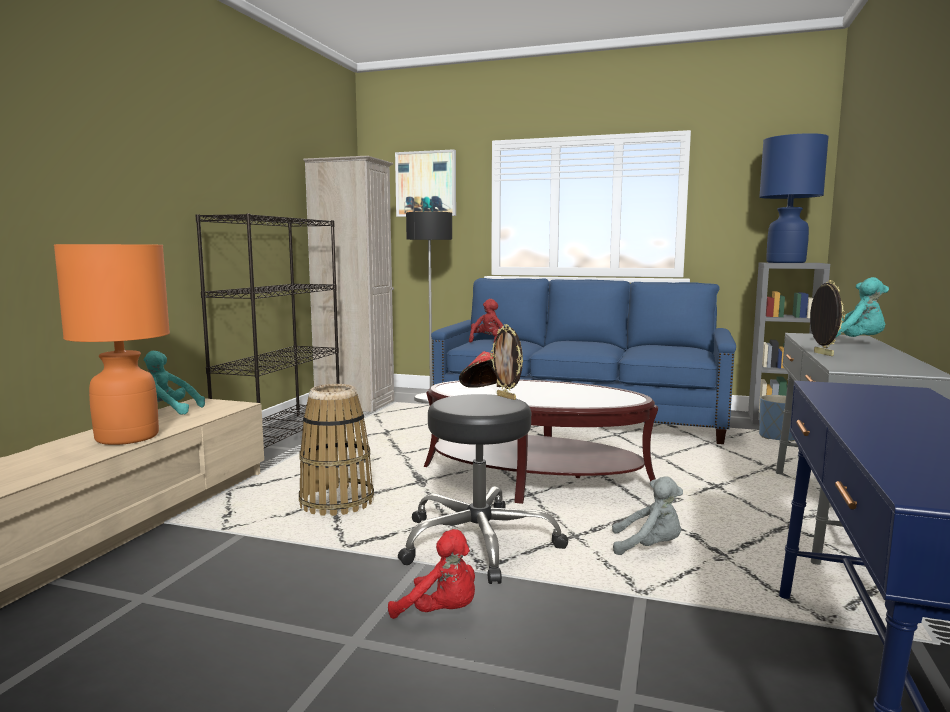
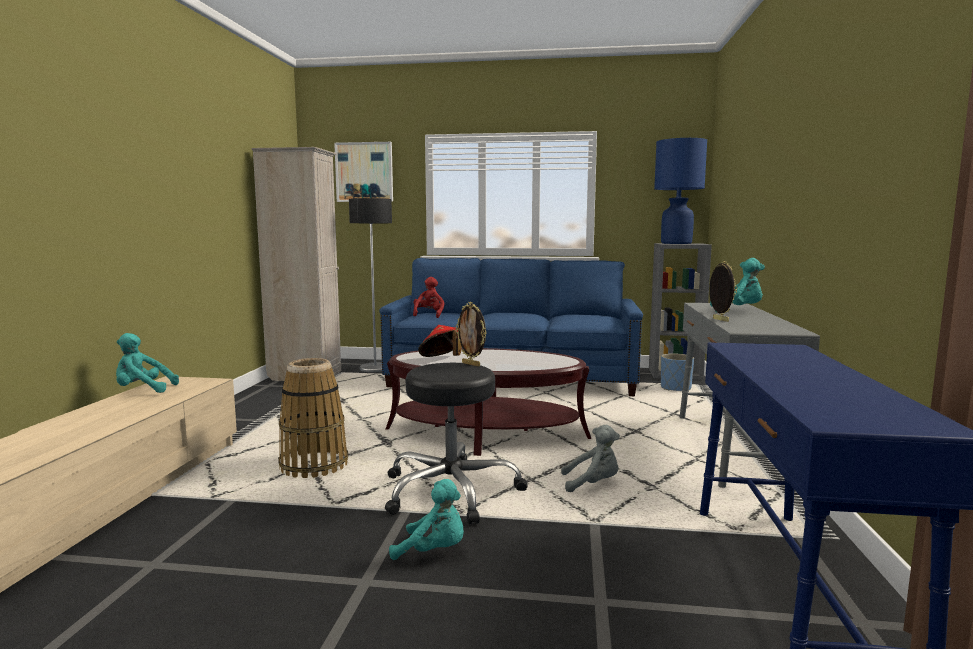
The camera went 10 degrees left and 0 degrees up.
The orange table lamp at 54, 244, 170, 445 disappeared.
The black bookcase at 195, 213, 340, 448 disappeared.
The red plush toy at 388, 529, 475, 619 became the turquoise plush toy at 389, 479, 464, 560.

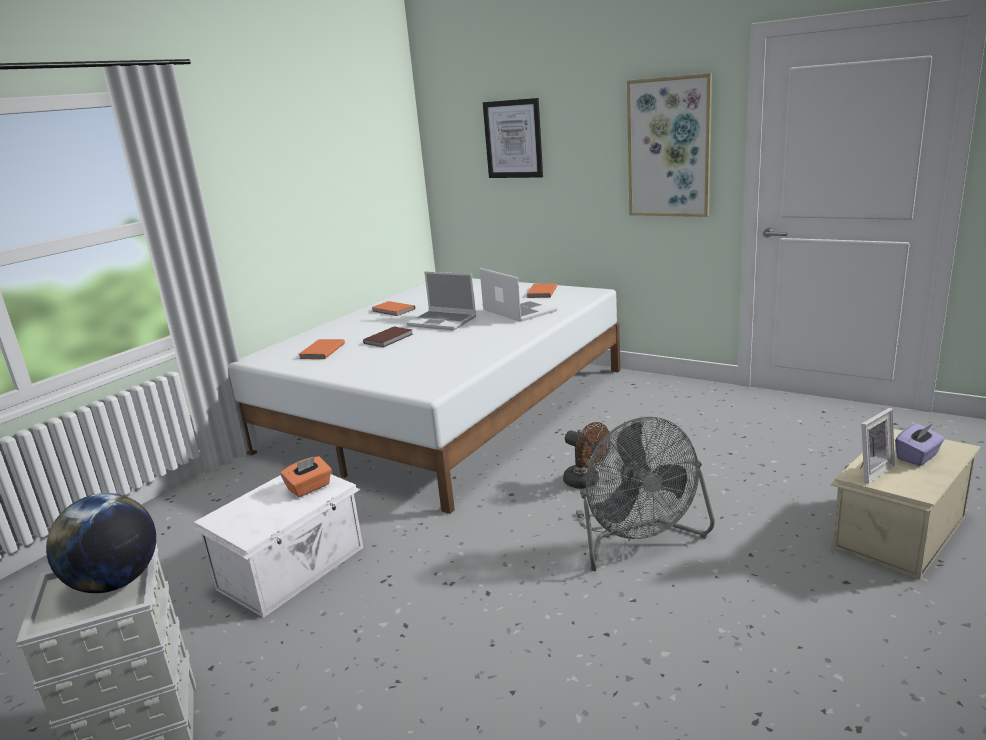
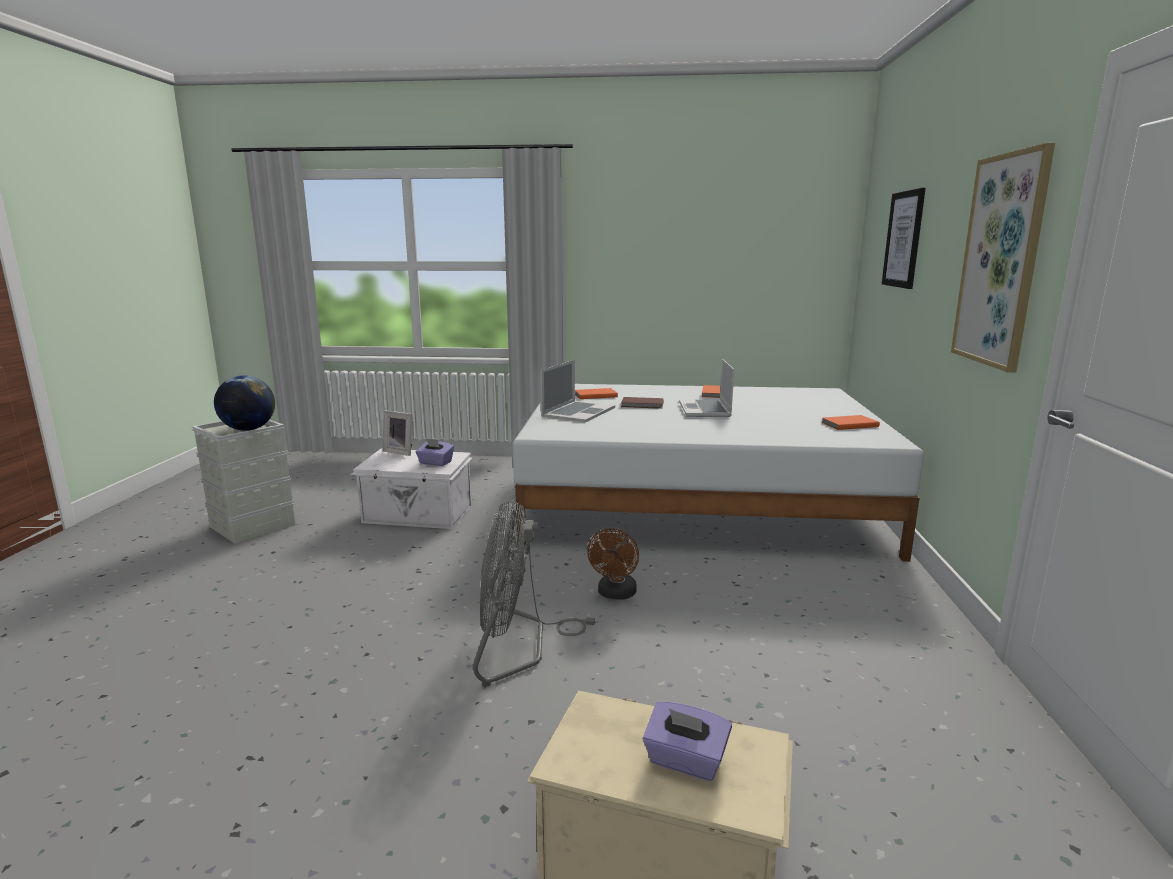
The camera went 60 degrees right and 5 degrees down.
The orange tissue box at 280, 456, 332, 497 became the purple tissue box at 415, 438, 454, 466.
The laptop moved from 480, 268, 557, 322 to 541, 360, 615, 422.
The grey fan at 576, 417, 715, 571 turned 45 degrees clockwise.
The picture frame moved from 860, 408, 895, 484 to 383, 410, 412, 456.

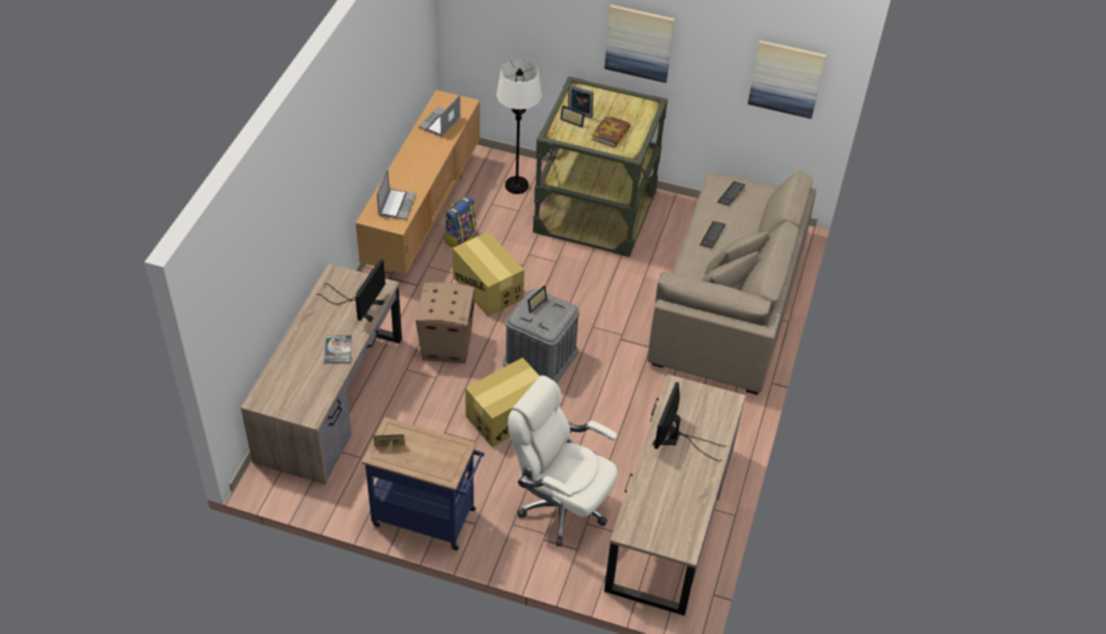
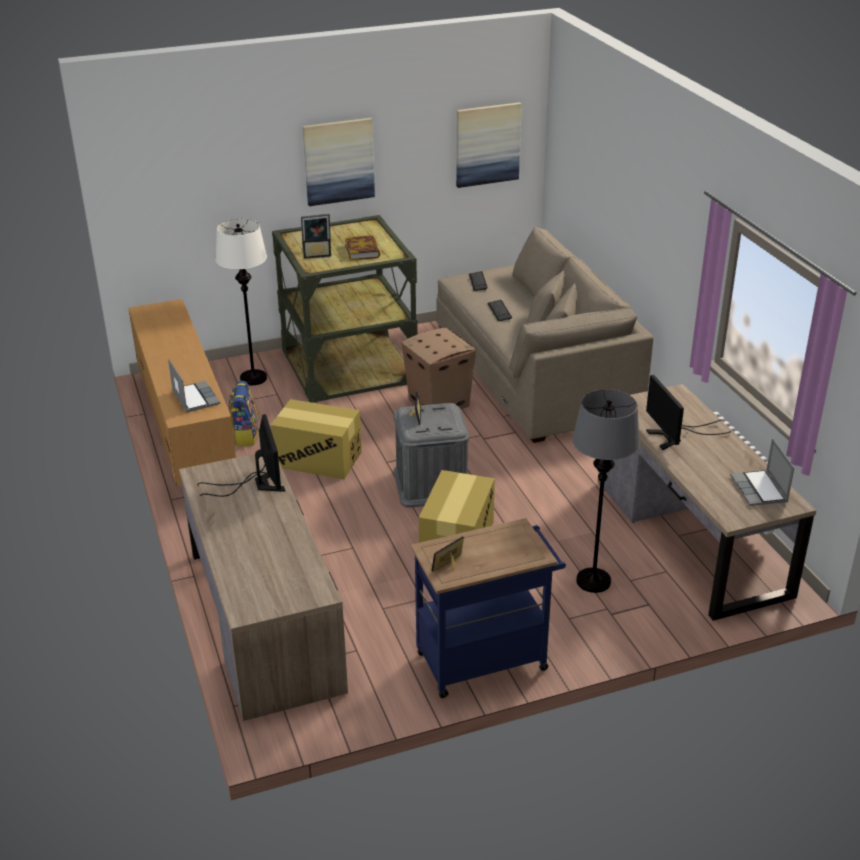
The camera went 35 degrees left and 15 degrees down.
The book at 324, 335, 352, 364 disappeared.
The cardboard box moved from 416, 282, 475, 364 to 401, 328, 476, 409.
The laptop moved from 419, 95, 461, 137 to 730, 438, 794, 506.
The white office chair at 508, 375, 618, 547 was replaced by the grey floor lamp at 572, 389, 640, 593.

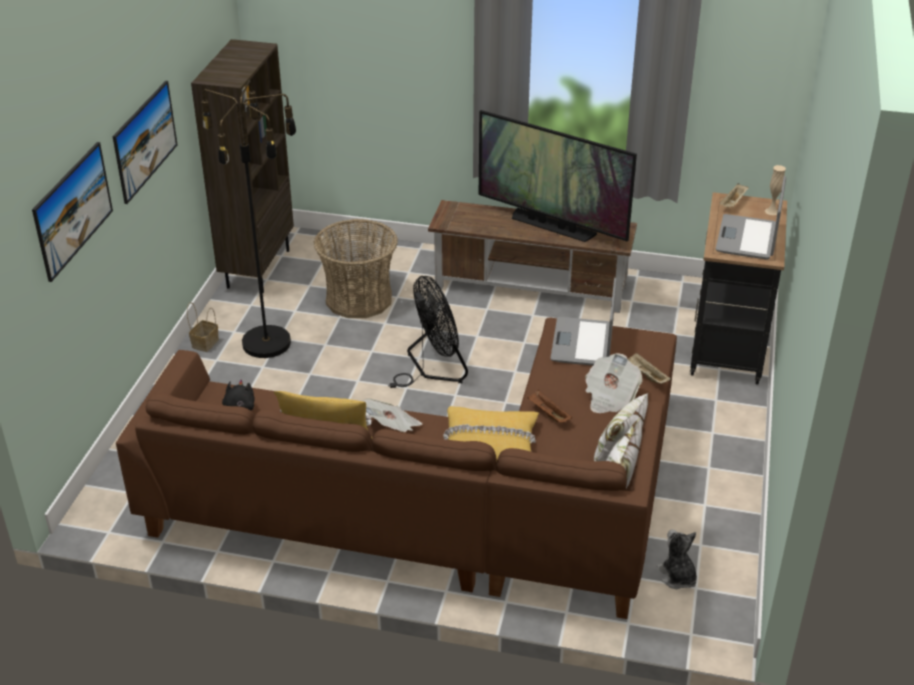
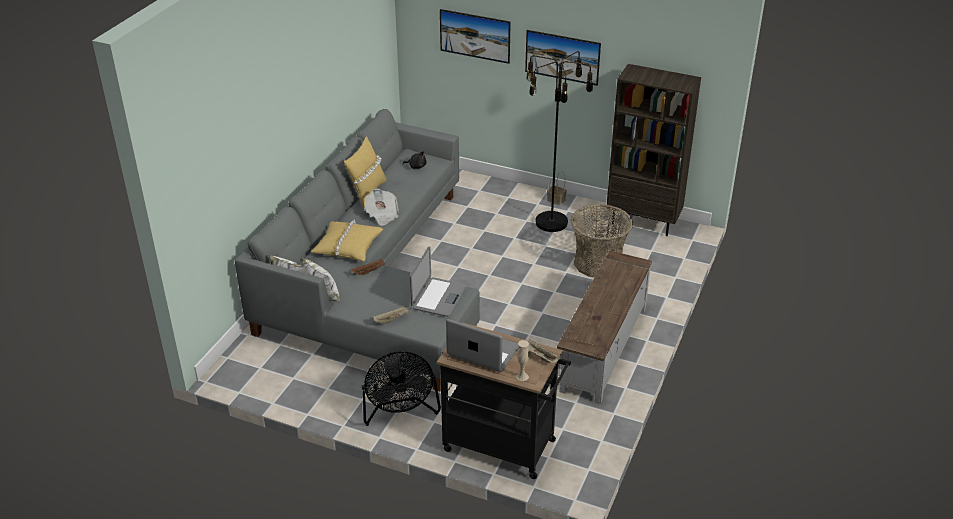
The camera went 100 degrees right and 0 degrees up.
The brown sofa at 116, 317, 677, 619 became the grey sofa at 235, 109, 480, 392.
The black fan moved from 388, 276, 468, 388 to 362, 351, 441, 426.
The television at 479, 110, 637, 242 disappeared.
The laptop at 550, 278, 617, 366 turned 90 degrees clockwise.
The newspaper at 585, 353, 643, 413 disappeared.
The plush toy at 657, 529, 697, 589 disappeared.

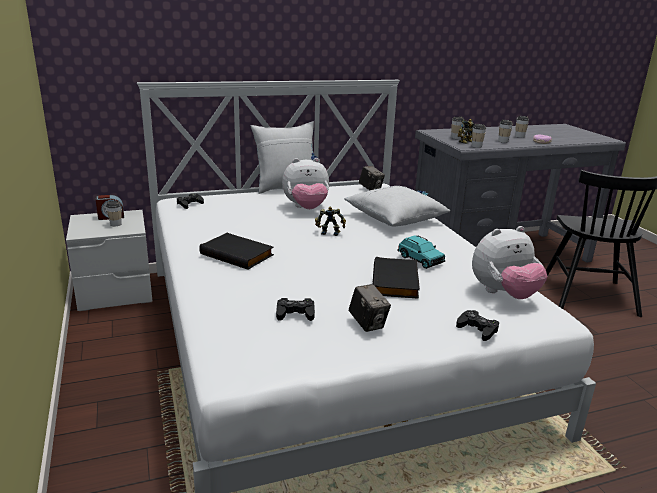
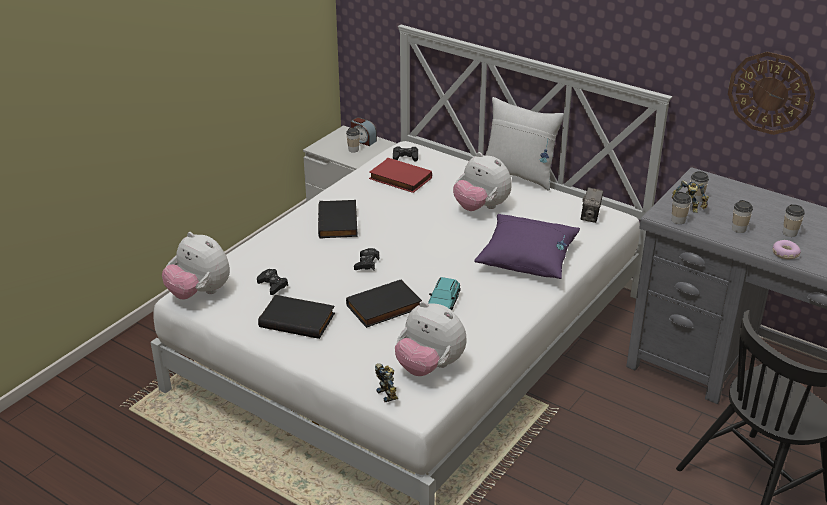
The camera went 55 degrees right and 10 degrees up.
The toy robot moved from 315, 207, 346, 236 to 375, 363, 398, 402.
The grey pillow at 344, 186, 450, 227 became the purple pillow at 474, 214, 580, 279.
The photo camera at 349, 284, 391, 332 was replaced by the black book at 258, 295, 335, 339.
The black game controller moved from 456, 310, 500, 341 to 354, 248, 379, 271.
The plush toy at 162, 232, 230, 299 appeared.
The red book at 369, 158, 432, 193 appeared.
The wall clock at 728, 52, 815, 135 appeared.

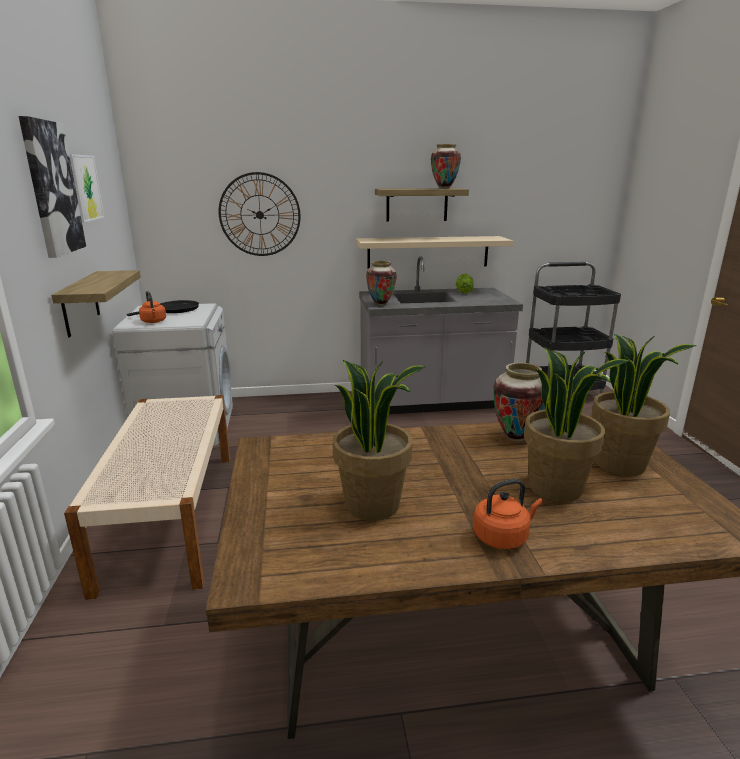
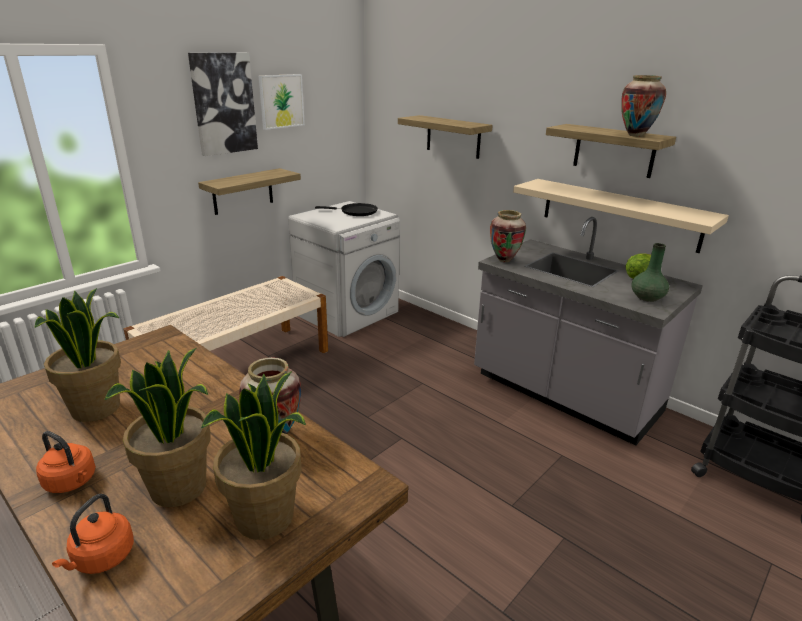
The camera went 50 degrees right and 5 degrees up.
The orange kettle moved from 139, 291, 166, 323 to 52, 494, 134, 574.
The wall clock at 219, 172, 301, 256 was replaced by the shelf at 398, 115, 493, 159.
The green vase at 632, 243, 669, 302 appeared.

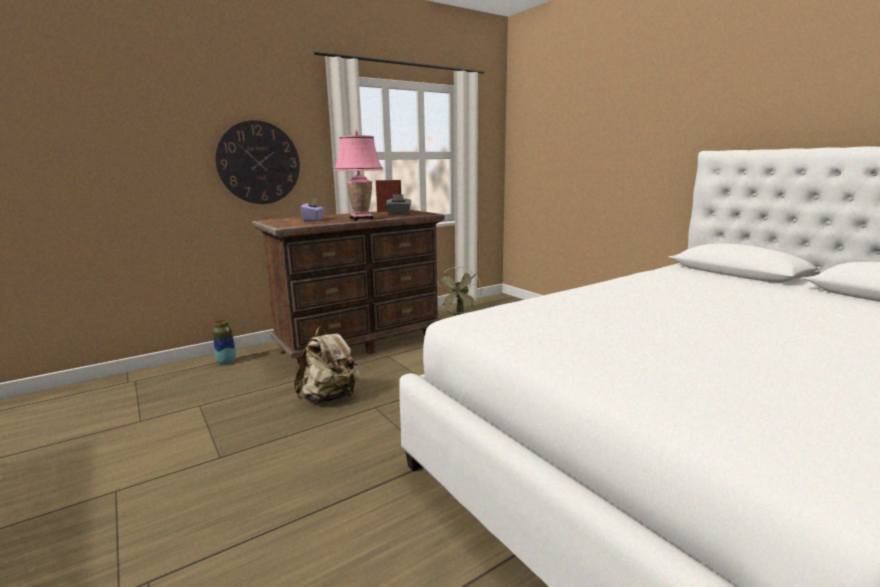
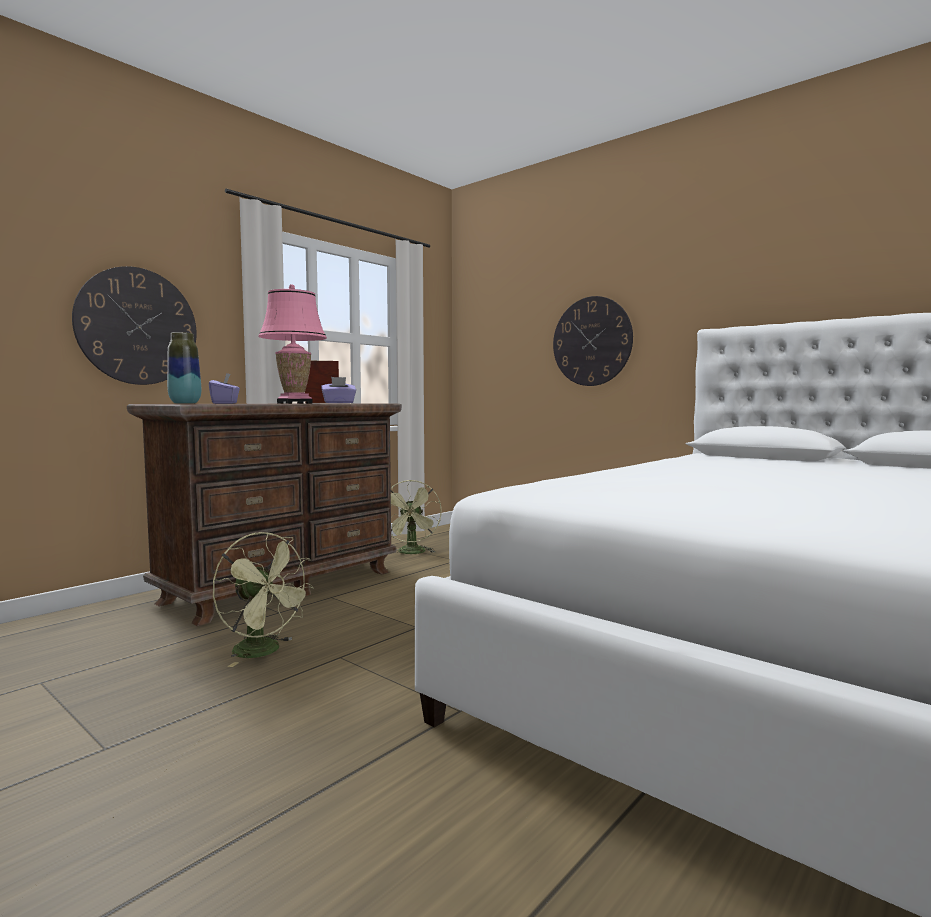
The camera went 15 degrees left and 10 degrees down.
The vase moved from 213, 320, 236, 365 to 167, 332, 201, 404.
The beige backpack at 294, 326, 361, 403 was replaced by the green fan at 213, 532, 314, 667.
The grey tissue box at 386, 194, 411, 215 became the purple tissue box at 321, 377, 356, 403.
The wall clock at 553, 296, 633, 386 appeared.

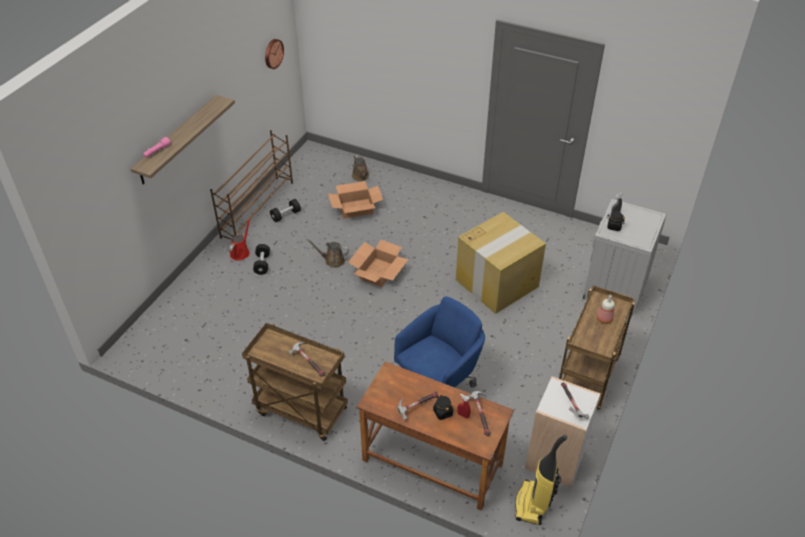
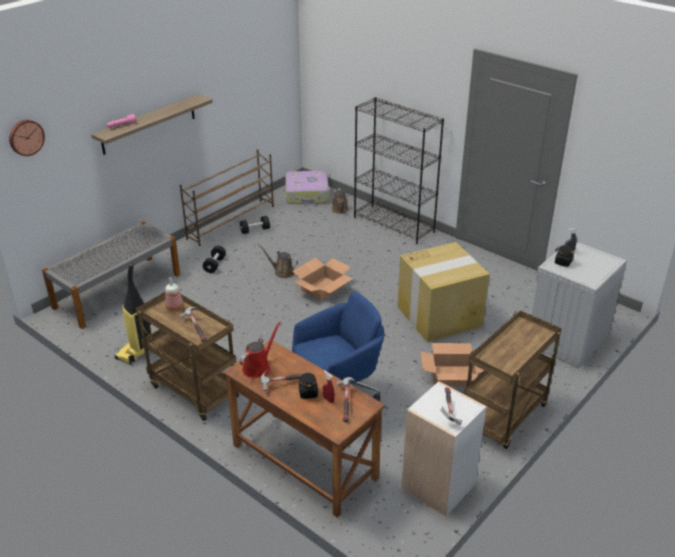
The camera went 15 degrees right and 10 degrees down.
The red watering can moved from 229, 218, 251, 261 to 239, 321, 281, 378.
The wall clock moved from 265, 39, 284, 69 to 9, 120, 45, 156.
The cardboard box moved from 328, 181, 383, 218 to 421, 343, 484, 386.
The vacuum cleaner moved from 515, 435, 567, 525 to 114, 263, 152, 365.
The bottle moved from 597, 295, 615, 324 to 165, 277, 183, 311.
The grey bench at 42, 221, 180, 329 appeared.
The suitcase at 285, 171, 329, 204 appeared.
The black bookcase at 354, 97, 444, 244 appeared.

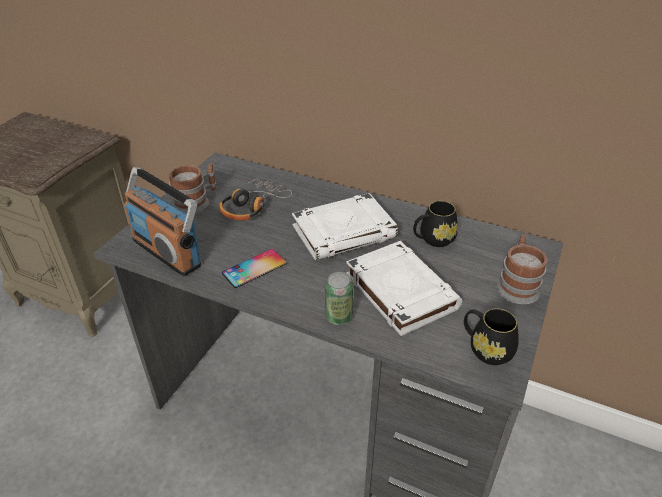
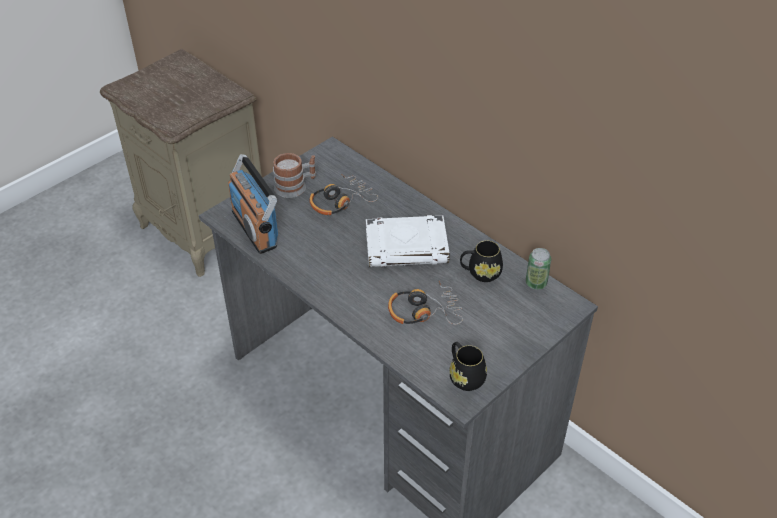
The camera went 20 degrees right and 5 degrees up.
The phone at 222, 249, 286, 288 disappeared.
The can moved from 325, 272, 353, 325 to 526, 248, 551, 290.
The white book at 346, 241, 462, 336 was replaced by the headphones at 388, 281, 463, 325.
The mug at 496, 234, 547, 305 disappeared.

